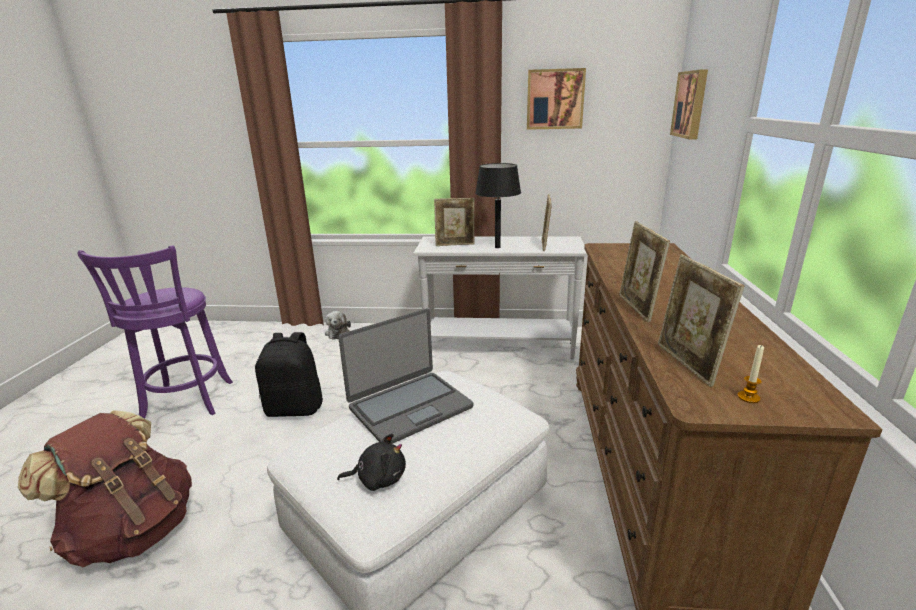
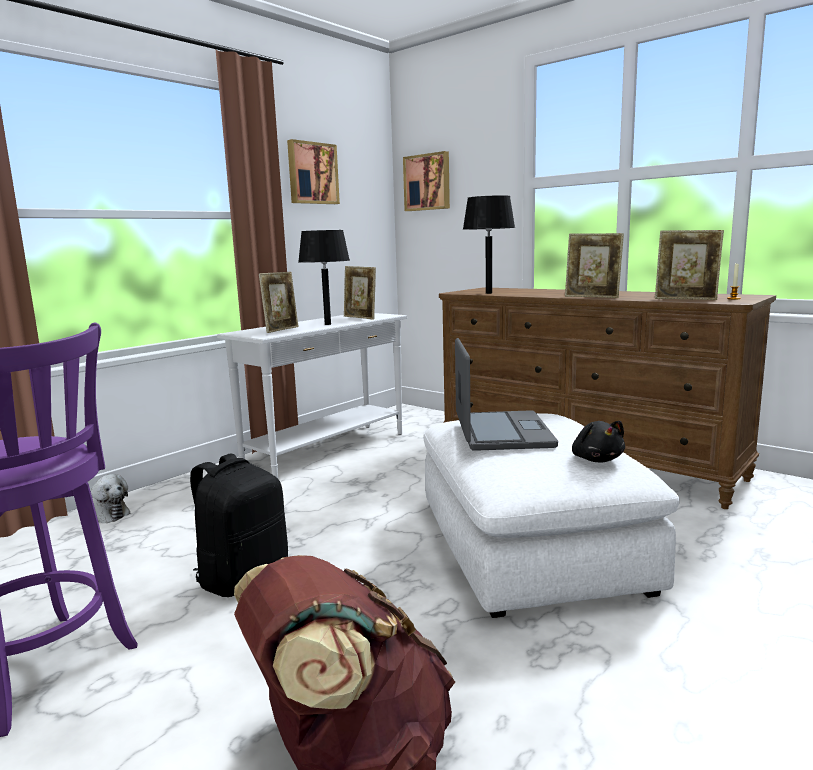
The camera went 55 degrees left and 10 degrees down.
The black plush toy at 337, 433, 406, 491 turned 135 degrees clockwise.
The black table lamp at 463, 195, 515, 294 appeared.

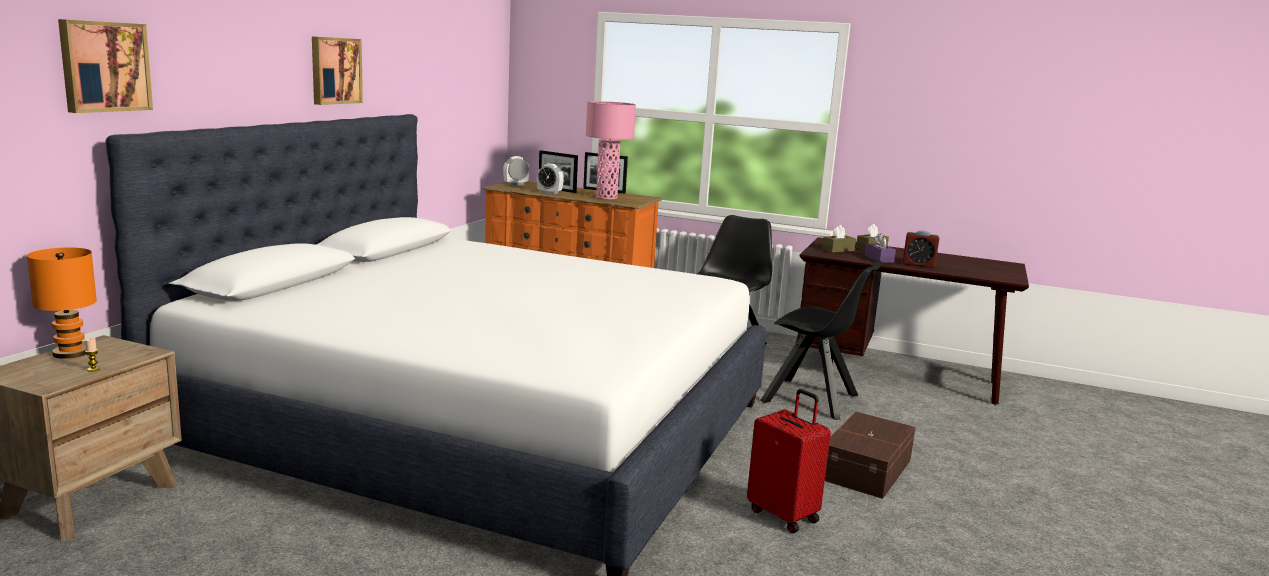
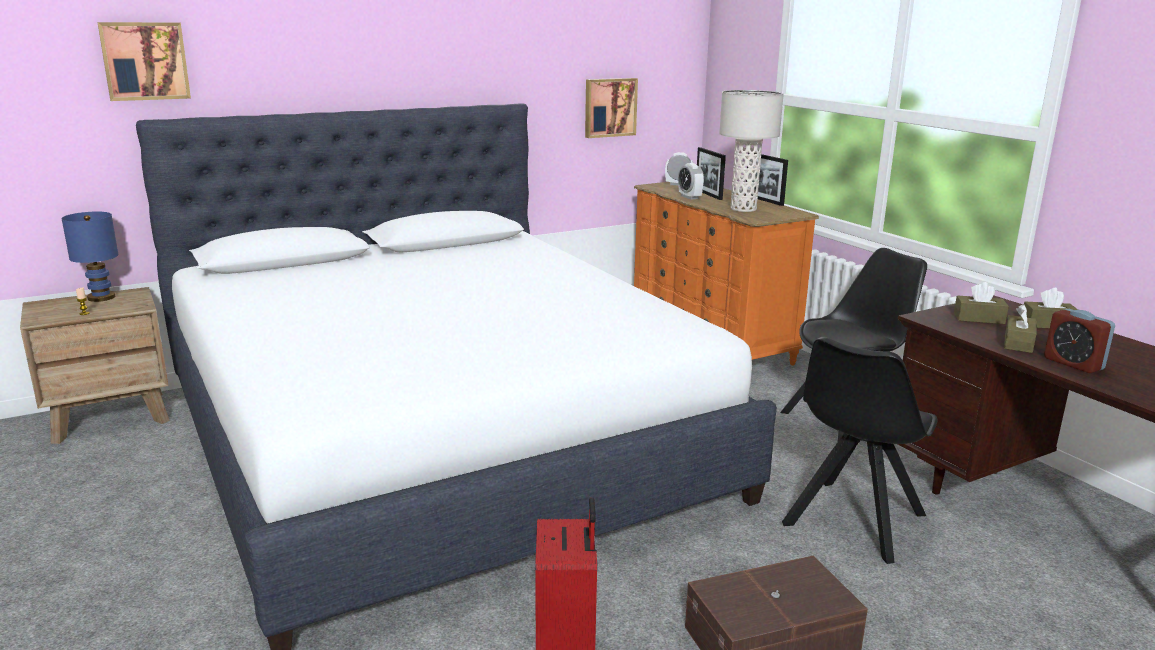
The camera went 40 degrees right and 5 degrees up.
The orange table lamp at 27, 247, 97, 359 became the blue table lamp at 62, 212, 118, 302.
The picture moved from 312, 36, 363, 105 to 585, 78, 638, 138.
The pink table lamp at 586, 101, 636, 199 became the white table lamp at 719, 90, 784, 212.
The black chair at 760, 260, 882, 420 turned 60 degrees clockwise.
The purple tissue box at 865, 234, 896, 263 became the brown tissue box at 1004, 304, 1037, 353.

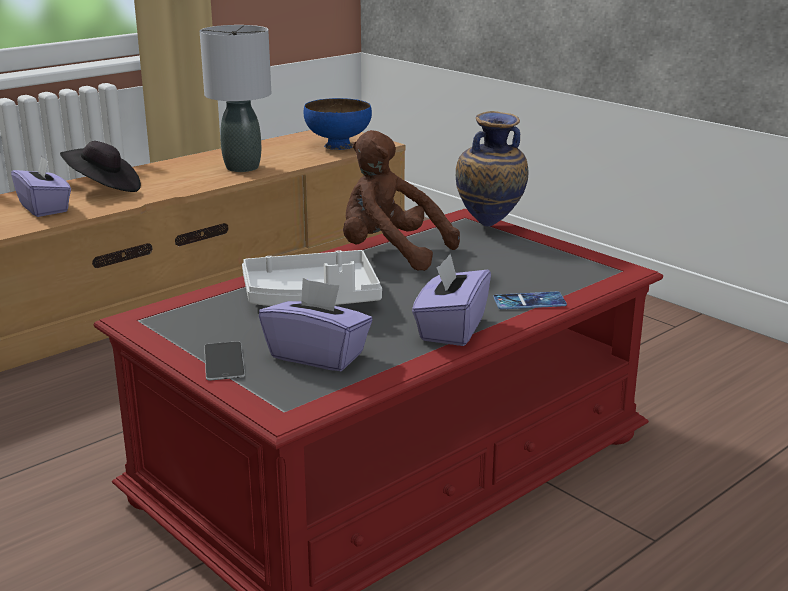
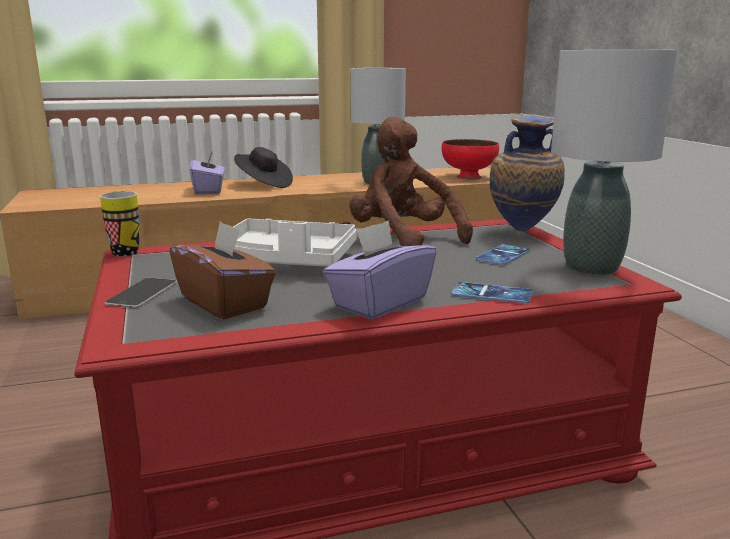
The camera went 25 degrees right and 5 degrees down.
The purple tissue box at 259, 278, 373, 371 became the brown tissue box at 170, 221, 276, 319.
The blue bowl at 304, 98, 372, 150 became the red bowl at 442, 139, 499, 180.
The mug at 100, 191, 140, 257 appeared.
The phone at 476, 244, 530, 265 appeared.
The grey table lamp at 551, 50, 677, 275 appeared.

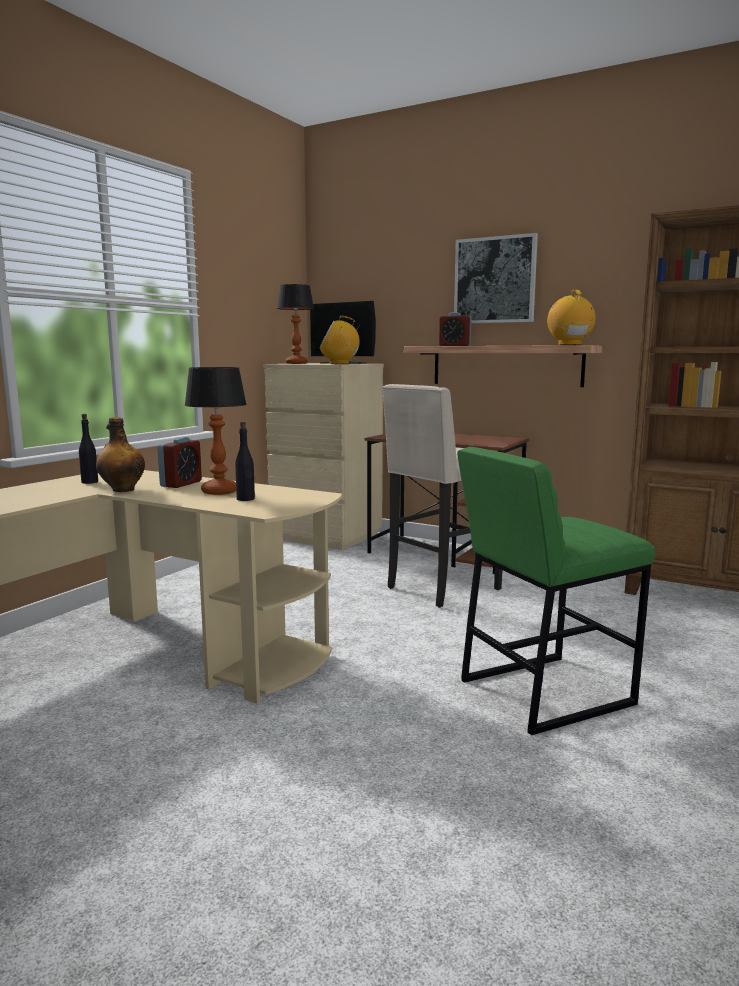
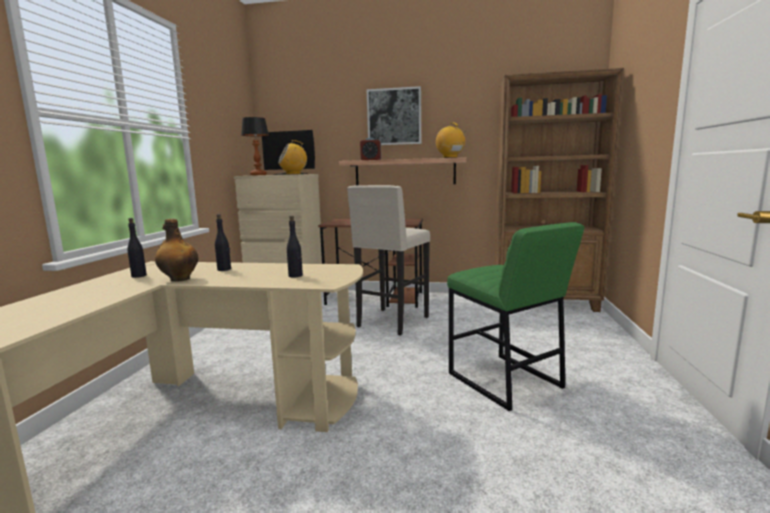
The camera went 20 degrees left and 0 degrees up.
The alarm clock at 157, 437, 202, 488 was replaced by the black bottle at 215, 214, 231, 271.
The table lamp at 184, 367, 247, 495 disappeared.
The green chair at 457, 447, 655, 735 turned 75 degrees counterclockwise.

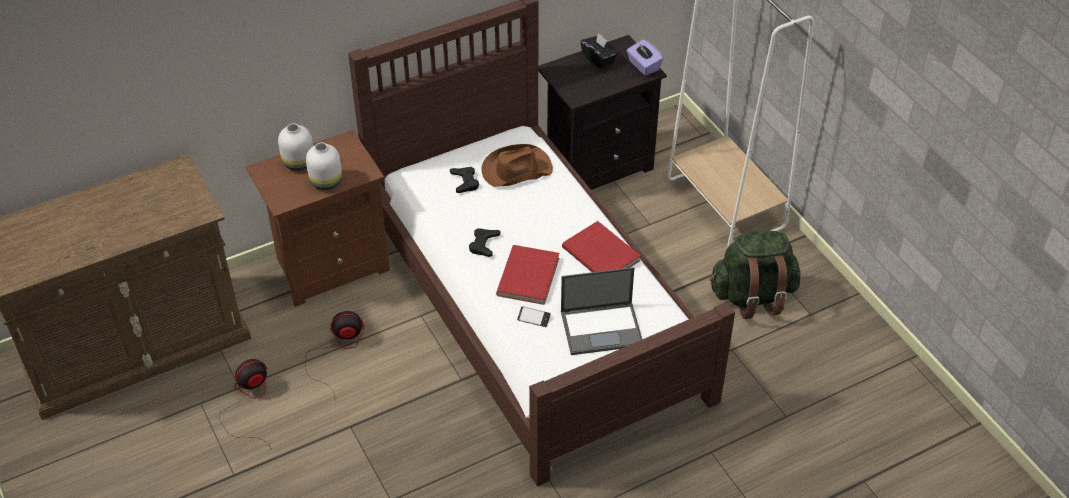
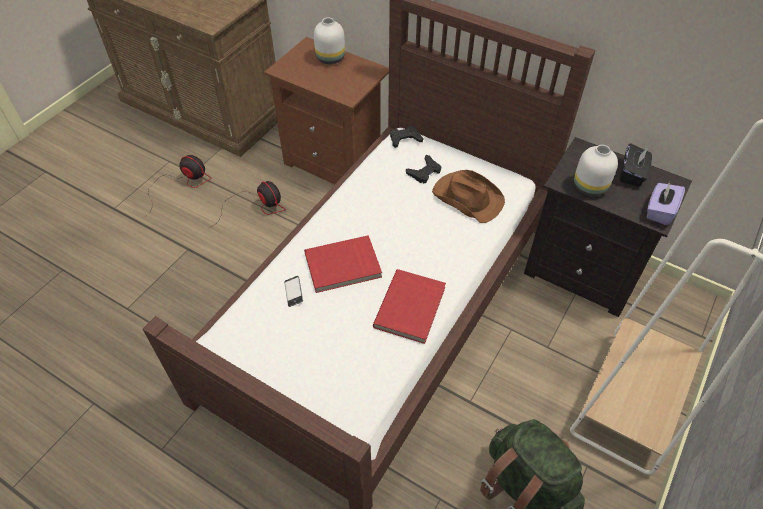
The camera went 60 degrees right and 5 degrees up.
The white vase moved from 306, 142, 342, 190 to 574, 145, 618, 196.
The black game controller moved from 469, 228, 500, 257 to 390, 126, 423, 148.
The laptop at 561, 267, 642, 355 disappeared.

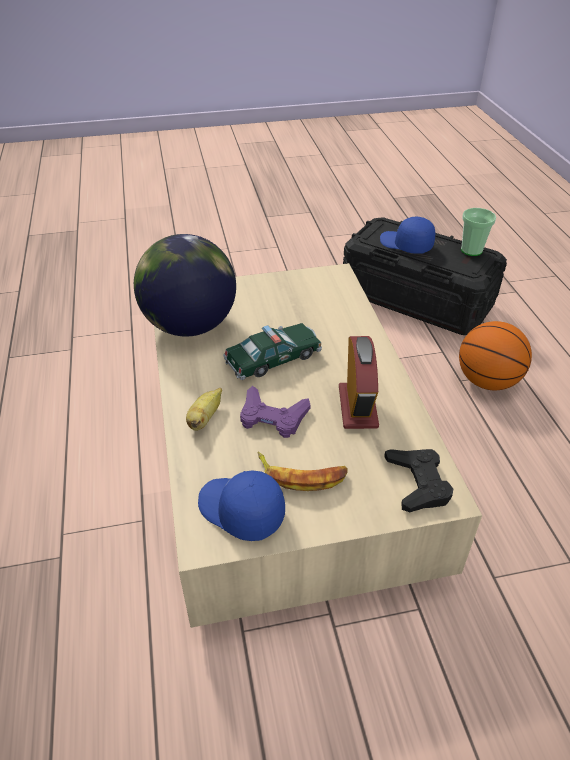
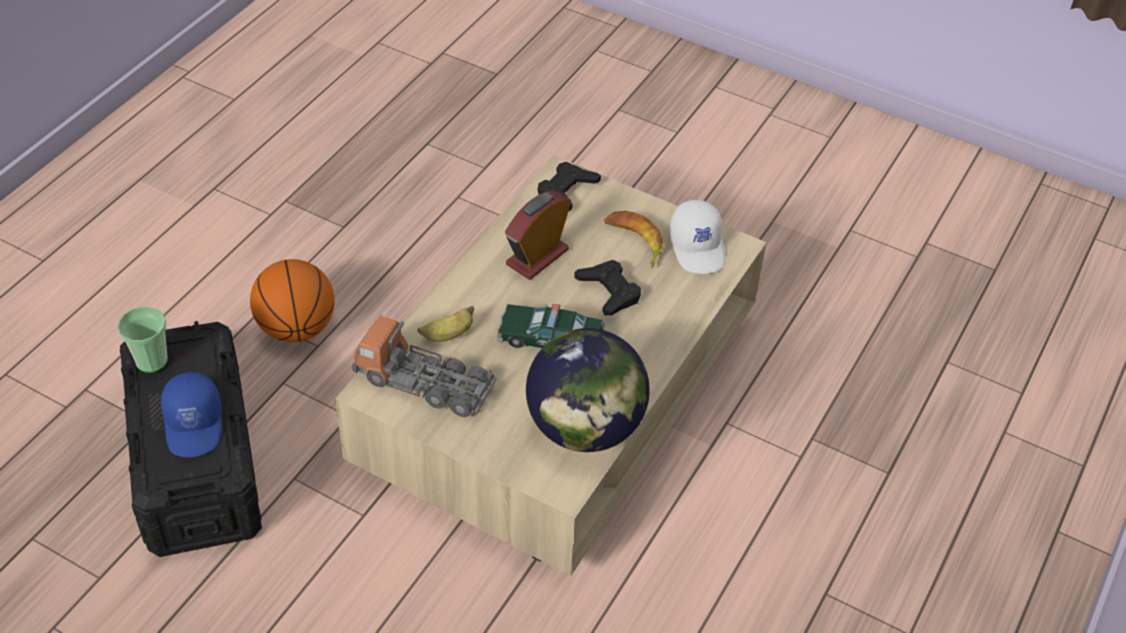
The camera went 140 degrees left and 5 degrees up.
The banana moved from 186, 388, 222, 431 to 417, 306, 474, 342.
The blue cap at 198, 471, 285, 541 became the white cap at 669, 200, 725, 274.
The purple game controller at 240, 386, 310, 438 became the black game controller at 574, 260, 641, 316.
The toy truck at 352, 315, 496, 417 appeared.

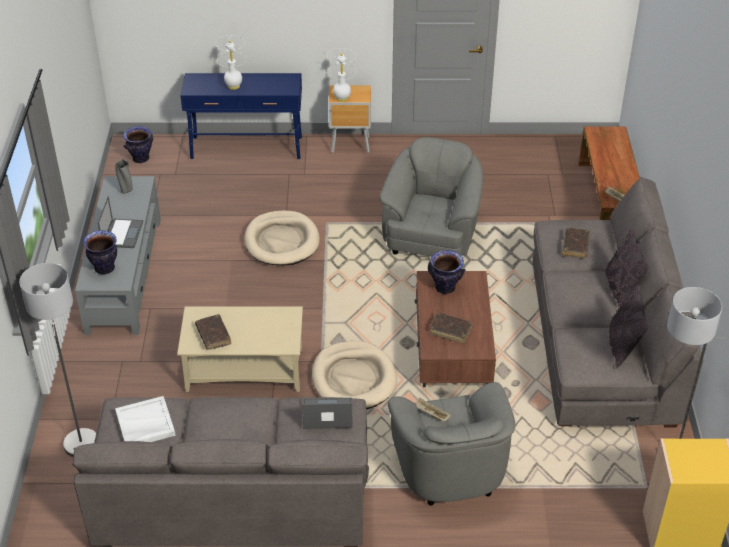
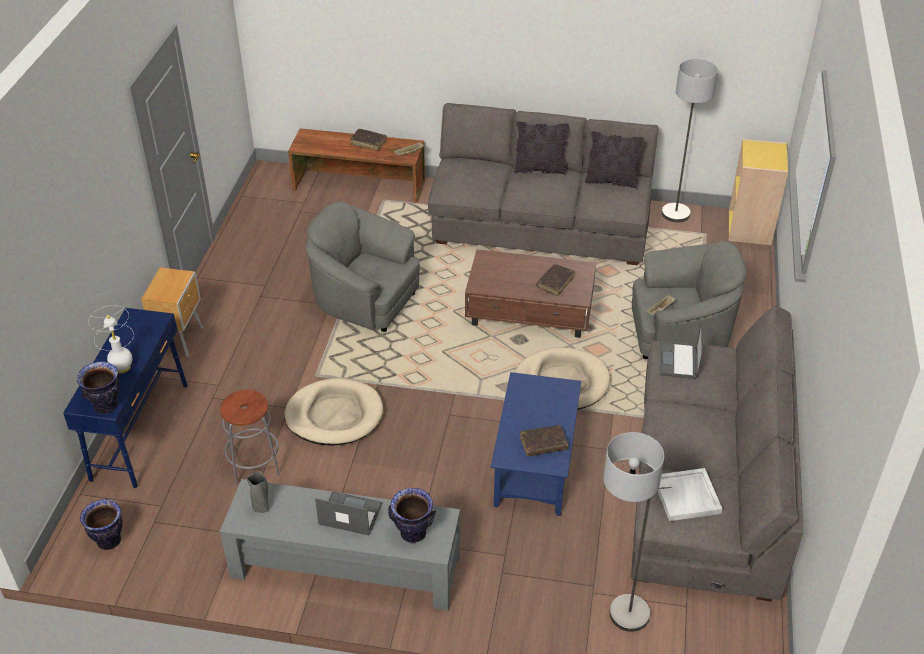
The camera went 80 degrees left and 0 degrees up.
The beige coffee table at 177, 306, 303, 392 became the blue coffee table at 491, 372, 581, 516.
The white table lamp at 327, 48, 356, 102 disappeared.
The vase moved from 428, 250, 466, 294 to 77, 362, 120, 414.
The brown book moved from 562, 228, 590, 258 to 350, 129, 387, 151.
The grey stool at 220, 390, 280, 485 appeared.

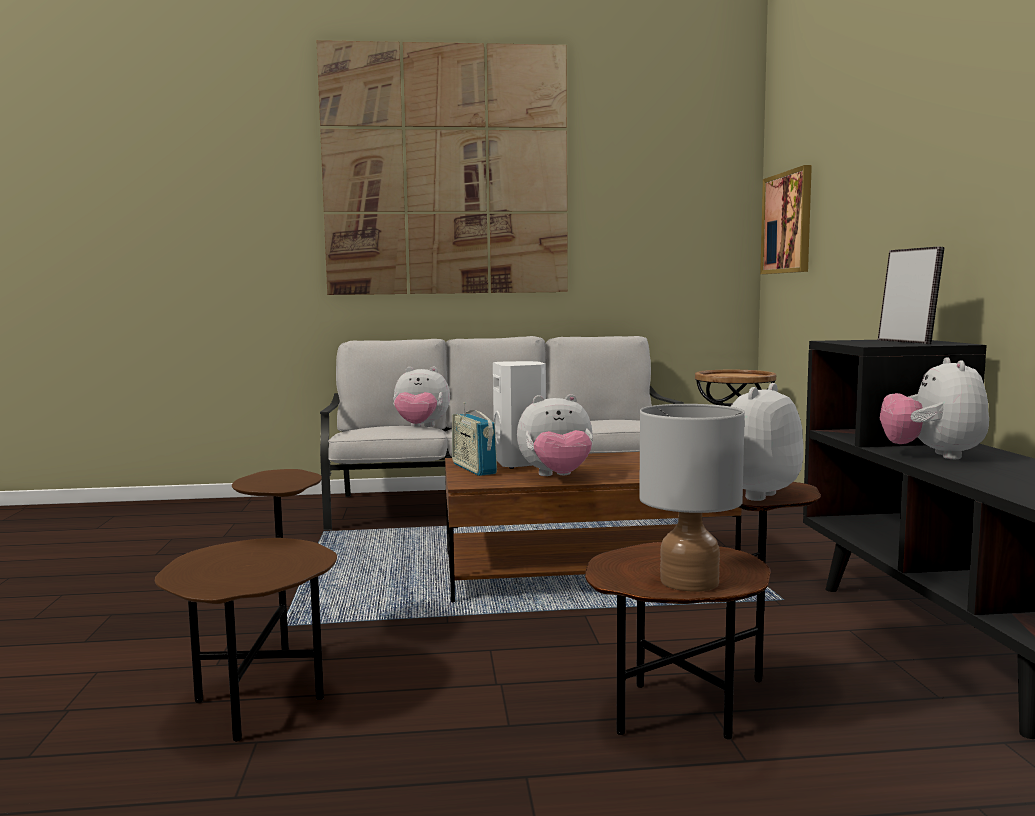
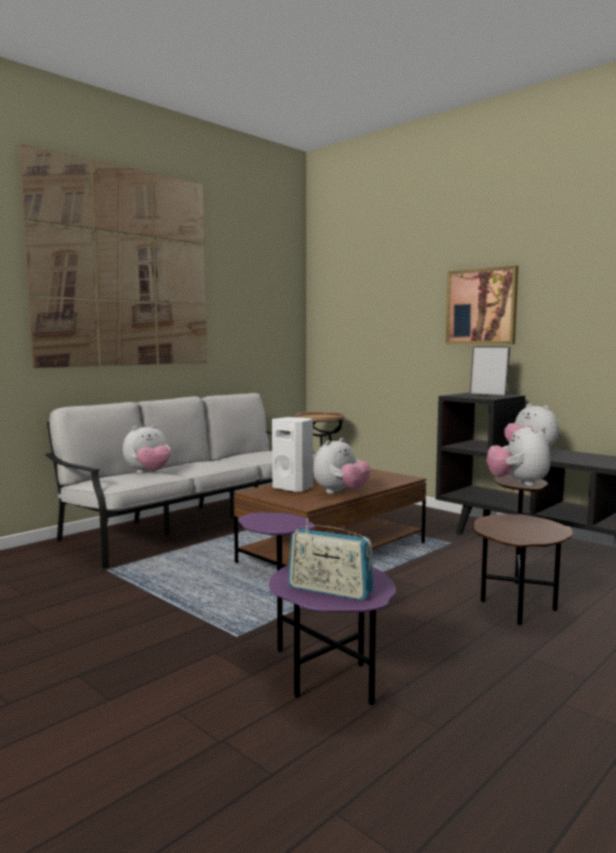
The camera went 40 degrees left and 0 degrees up.
The brown side table at 155, 469, 337, 742 became the purple side table at 238, 513, 396, 705.
The radio moved from 452, 402, 497, 476 to 288, 518, 373, 601.
The grey table lamp at 639, 404, 745, 592 disappeared.
The picture moved from 760, 165, 812, 274 to 446, 266, 518, 344.

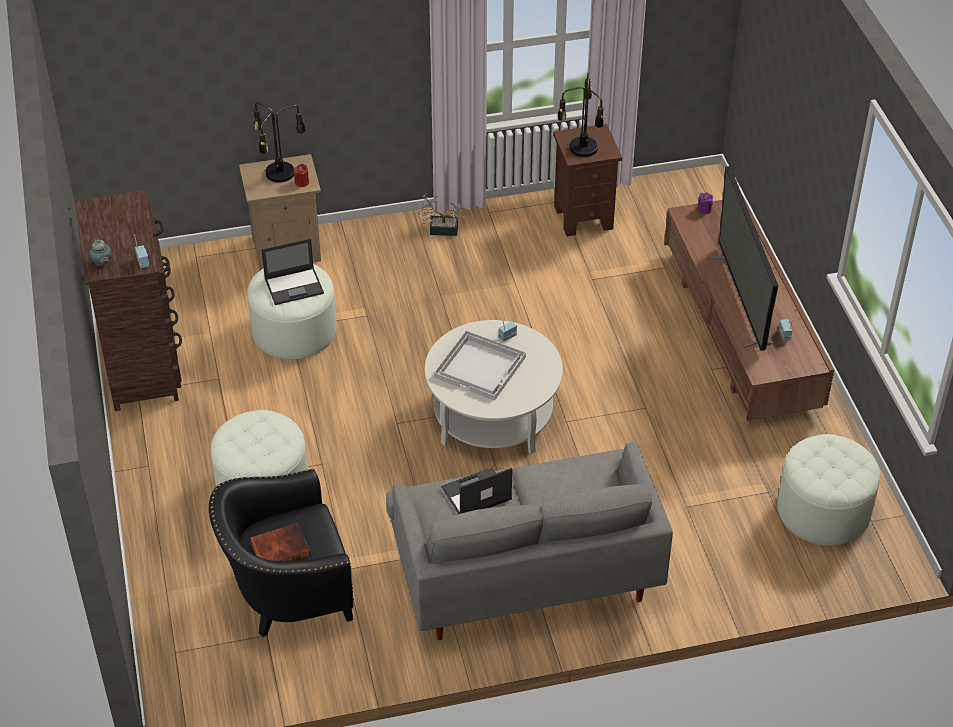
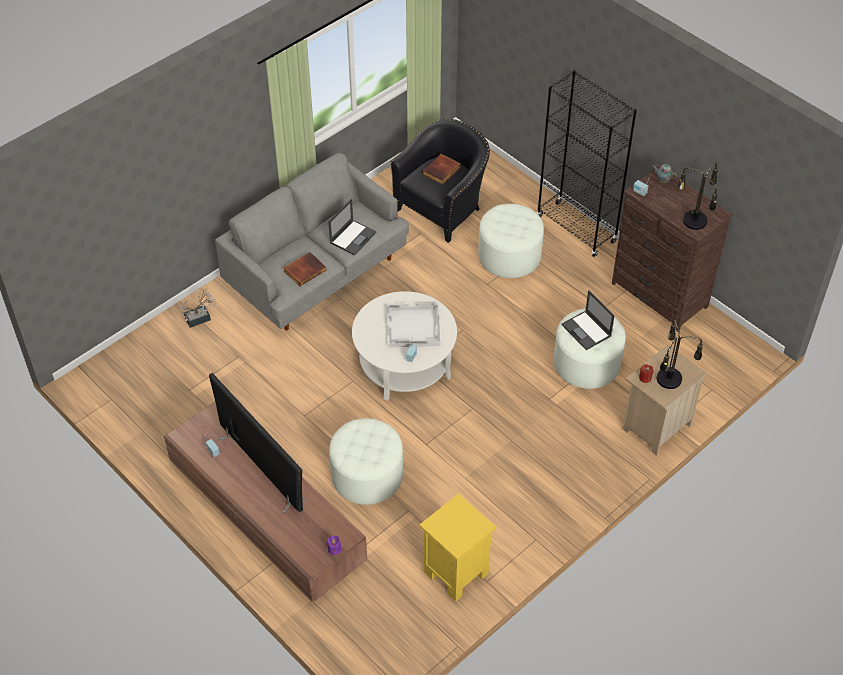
The camera went 150 degrees right and 5 degrees up.
The laptop at 262, 238, 324, 305 turned 75 degrees counterclockwise.
The potted plant moved from 418, 193, 465, 236 to 178, 288, 217, 328.
The brown nightstand at 553, 124, 622, 236 became the yellow nightstand at 420, 493, 496, 602.
The table lamp moved from 558, 73, 604, 157 to 678, 163, 718, 230.
The white ottoman moved from 777, 434, 880, 546 to 329, 418, 403, 505.
The book at 284, 252, 326, 286 appeared.
The black bookcase at 537, 70, 637, 257 appeared.

